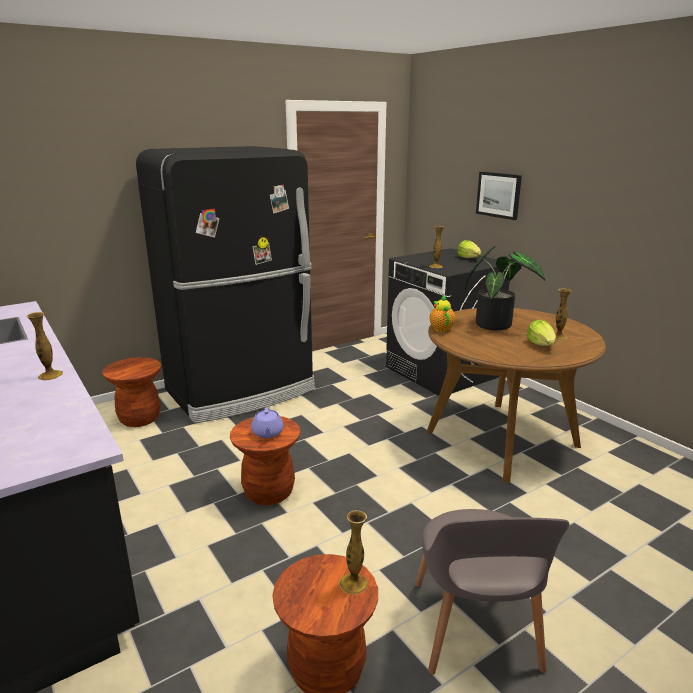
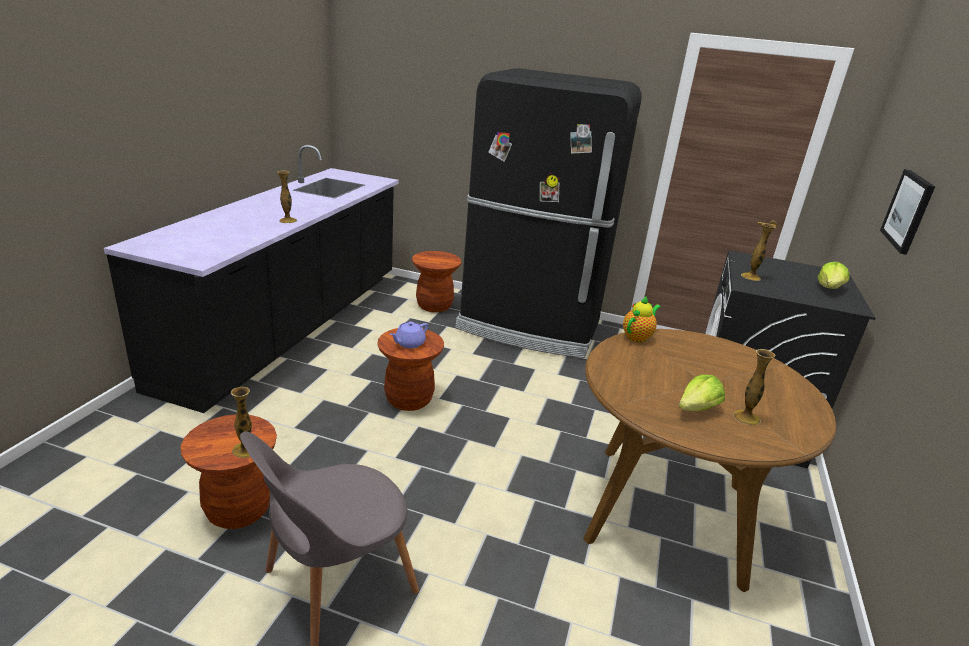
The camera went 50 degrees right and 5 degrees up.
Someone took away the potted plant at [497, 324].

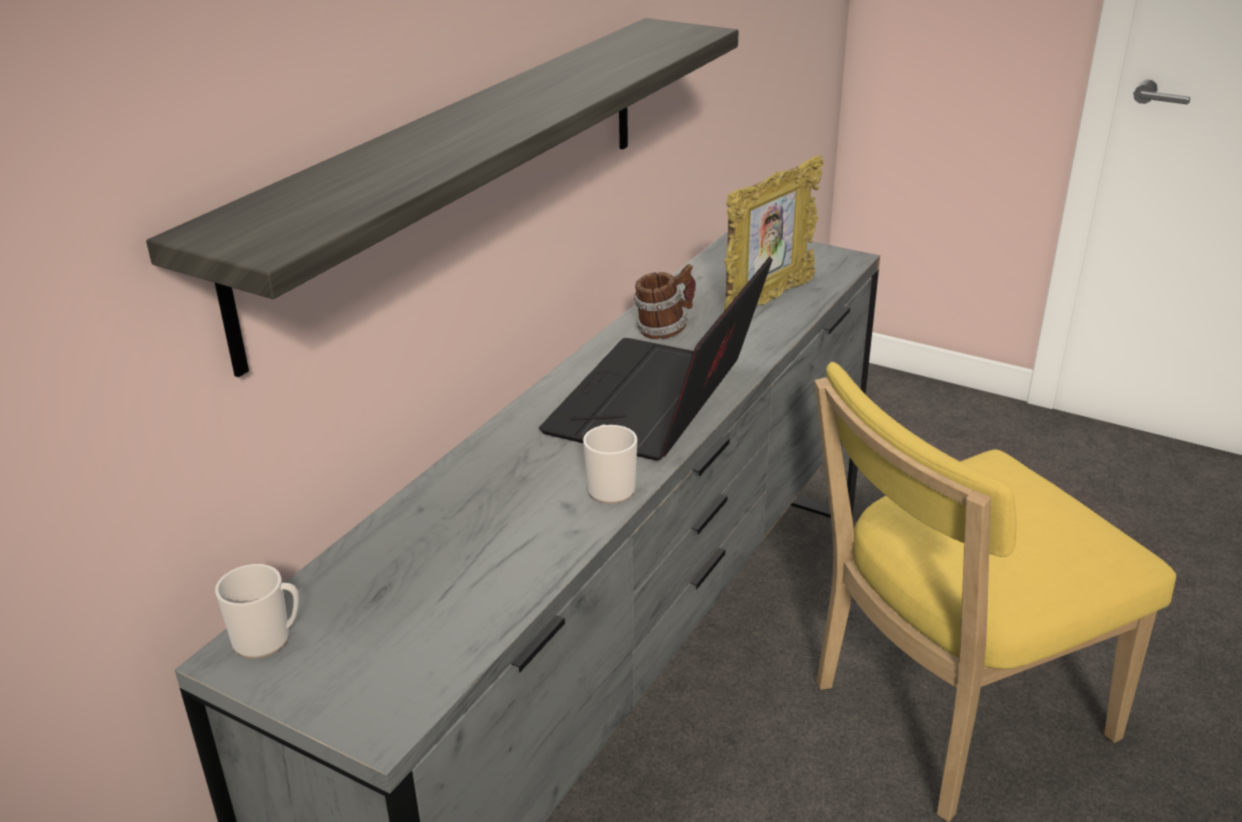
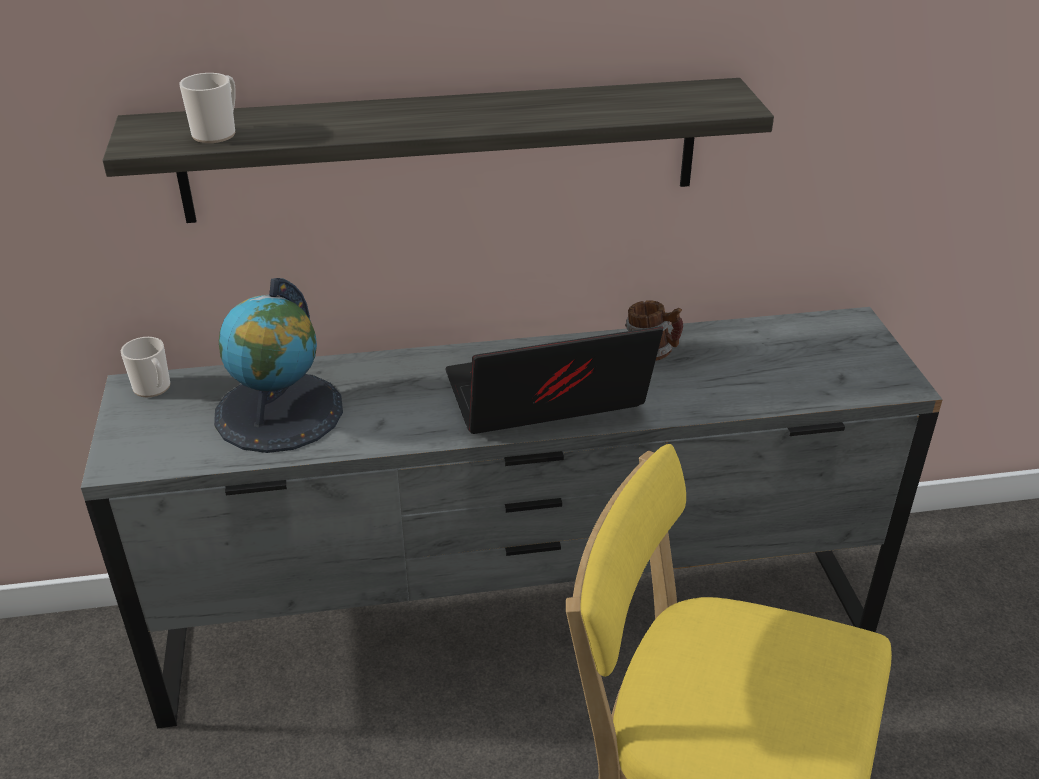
The camera went 50 degrees right and 5 degrees up.
Someone carried the mug from [610, 486] to [218, 133].
Someone put down the globe at [279, 412].
Someone took away the picture frame at [767, 301].

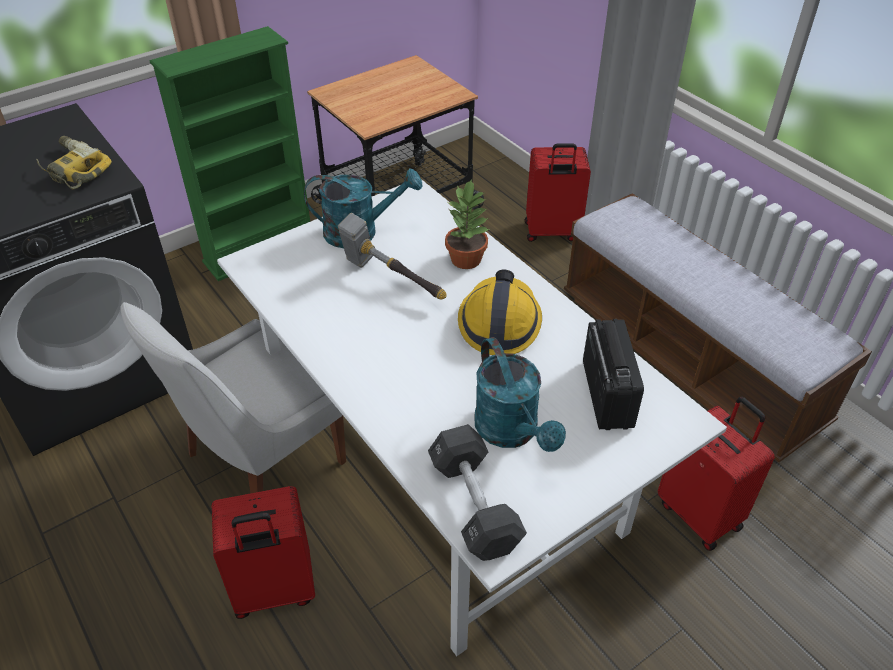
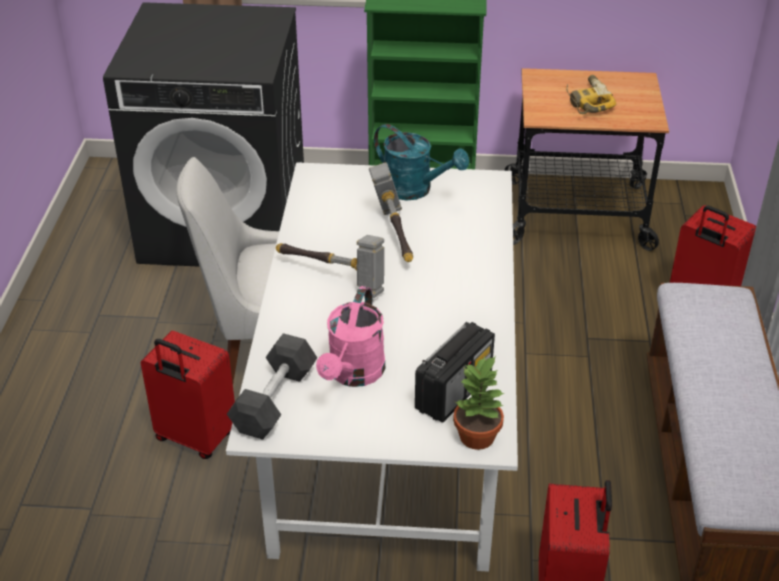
The camera went 40 degrees right and 5 degrees down.
Someone put down the hammer at [333, 278].
Someone repainted the watering can/turquoise at [512, 432], which became the watering can/pink at [353, 375].
Someone carried the potted plant from [467, 259] to [478, 437].
Someone carried the power drill from [72, 170] to [586, 101].
Someone took away the hard hat at [499, 322].

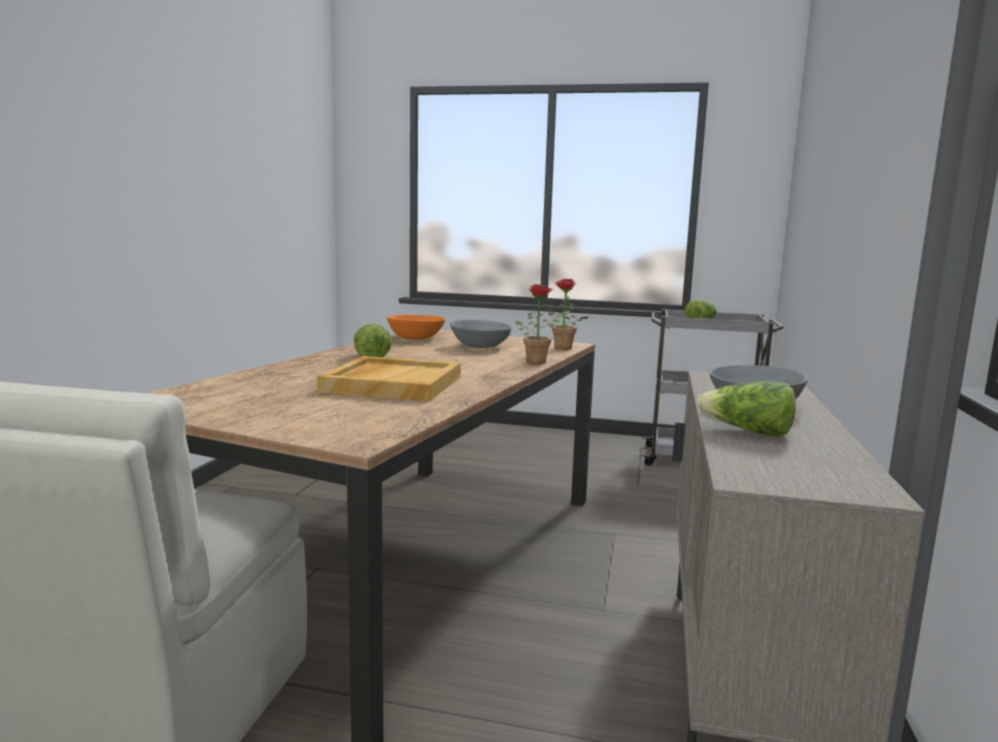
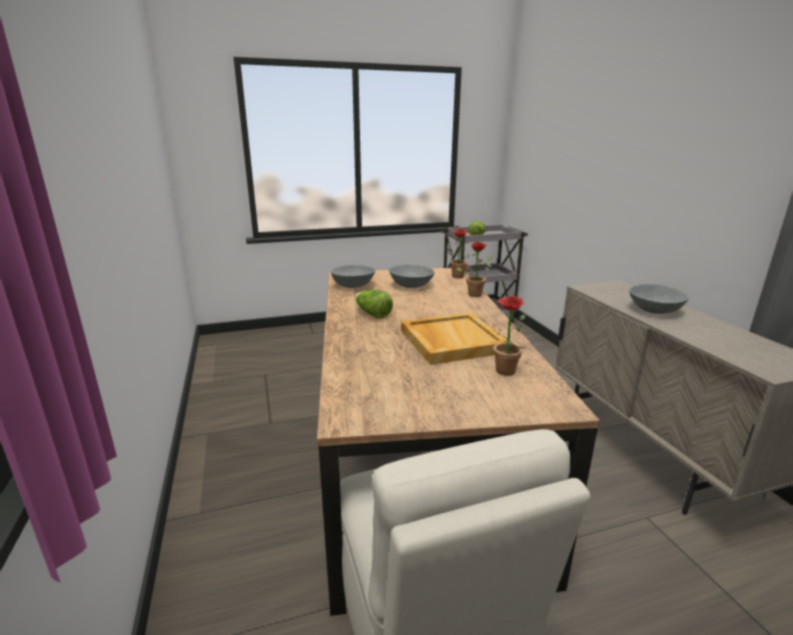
The camera went 30 degrees left and 10 degrees up.
Someone repainted the bowl/orange at [416, 338], which became the bowl/grey at [353, 285].
Someone put down the potted plant at [500, 371].
Someone took away the lettuce at [748, 432].

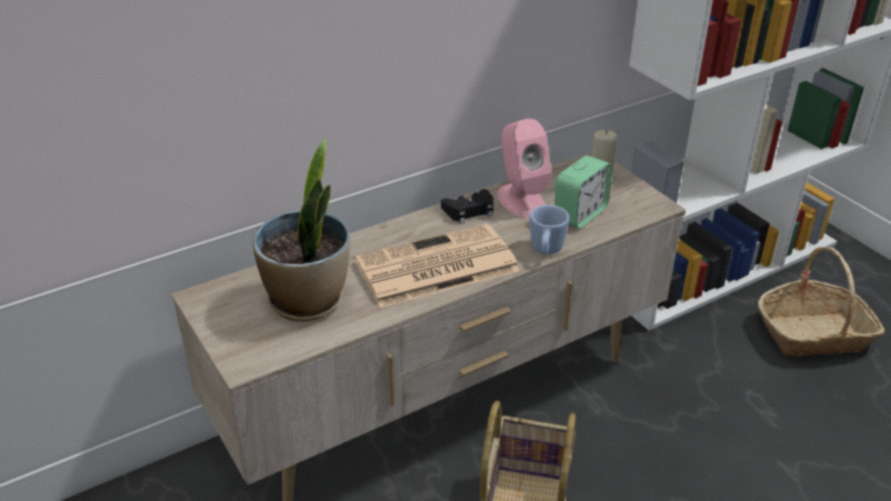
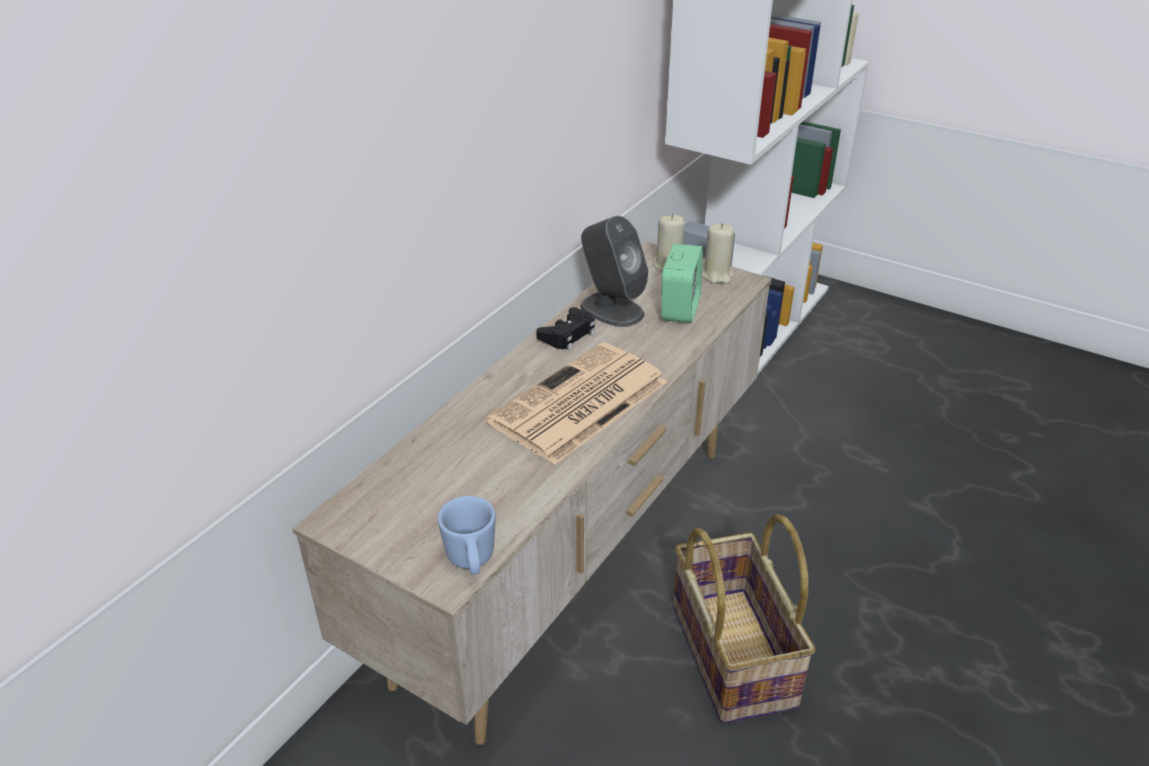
The camera went 25 degrees left and 0 degrees up.
Someone carried the mug/blue from [546, 251] to [471, 562].
Someone repainted the speaker/pink at [521, 200], which became the speaker/grey at [611, 309].
Someone put down the candle/beige at [717, 275].
Someone took away the potted plant at [308, 301].
Someone took away the basket at [814, 334].

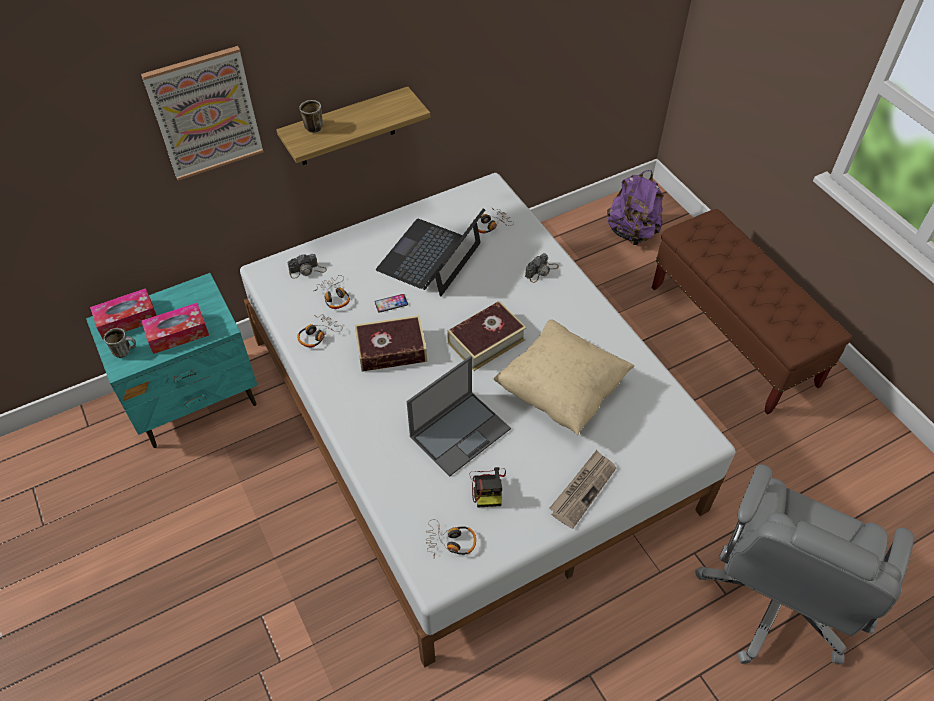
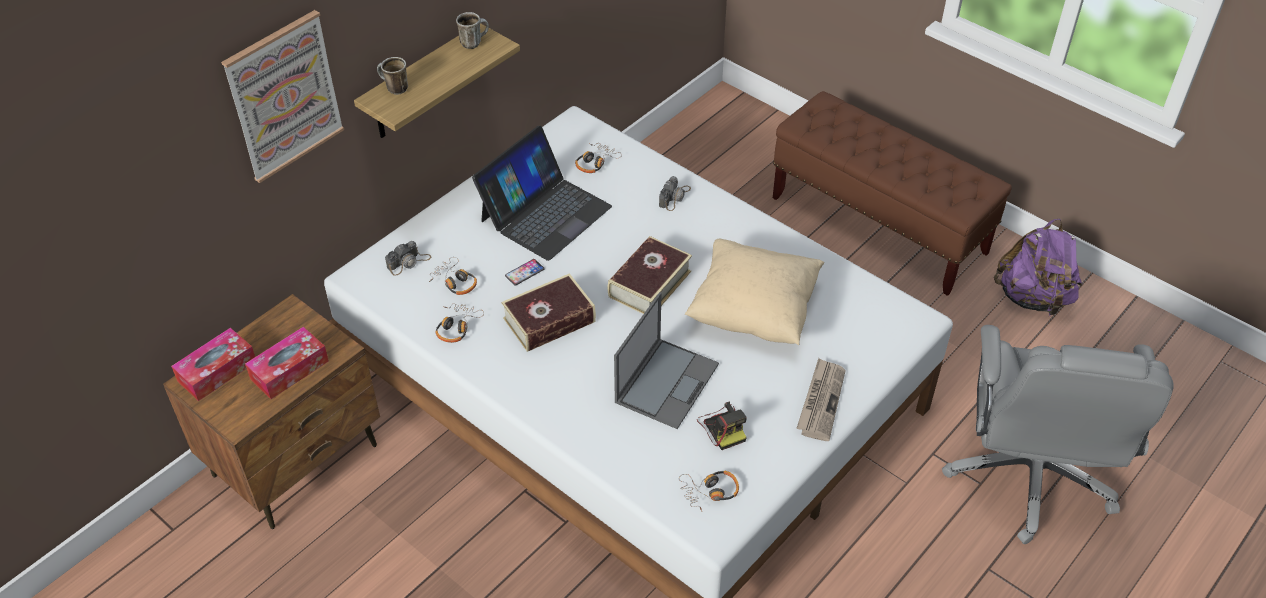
The camera went 20 degrees left and 5 degrees down.
Someone repainted the nightstand/turquoise at [195, 399], which became the nightstand/brown at [297, 460].
Someone carried the mug from [126, 351] to [474, 42].
Someone rotated the laptop at [430, 257] by 150 degrees counterclockwise.
Someone carried the backpack/purple from [632, 232] to [1033, 298].

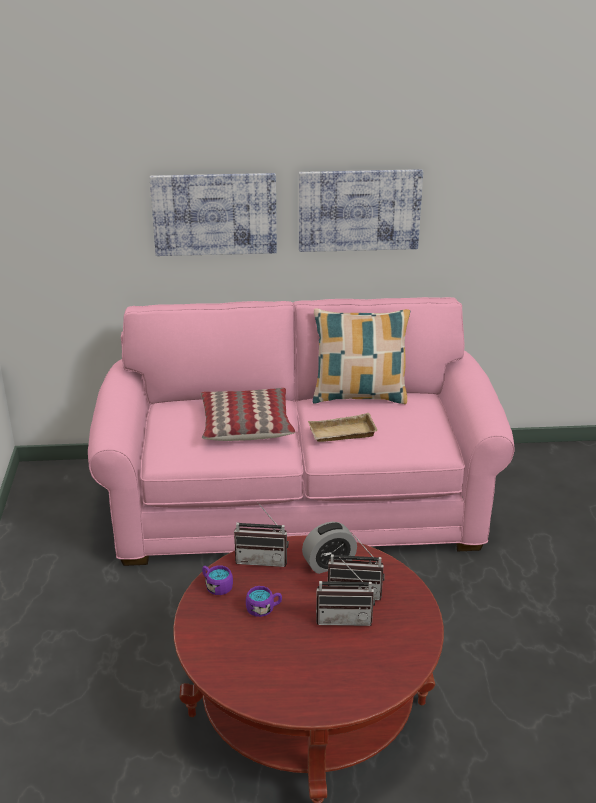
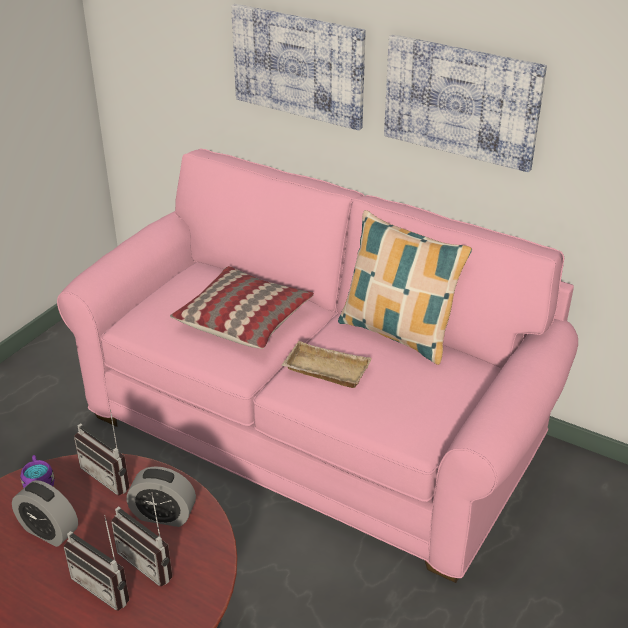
The camera went 35 degrees right and 5 degrees up.
Someone swapped the mug/purple at [264, 609] for the alarm clock at [49, 531].

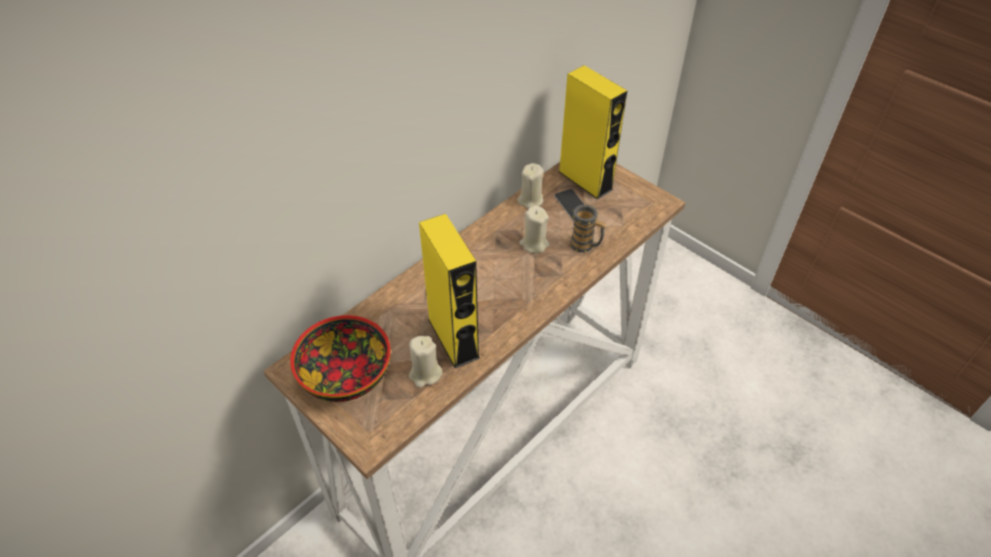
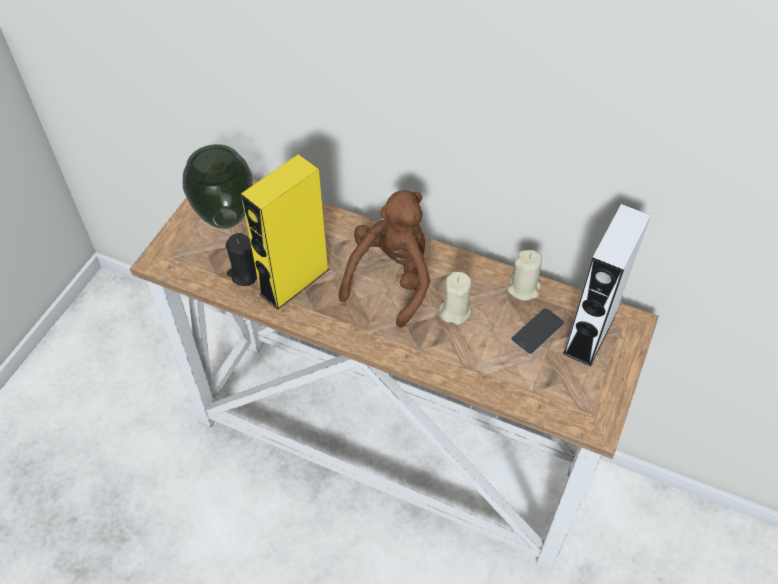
The camera went 70 degrees right and 5 degrees up.
Someone swapped the bowl at [347, 374] for the vase at [225, 219].
Someone repainted the candle/beige at [425, 374], which became the candle/black at [244, 274].
Someone put down the plush toy/brown at [391, 279].
Someone repainted the speaker/yellow at [585, 180], which became the speaker/white at [590, 333].
Someone took away the mug at [585, 246].

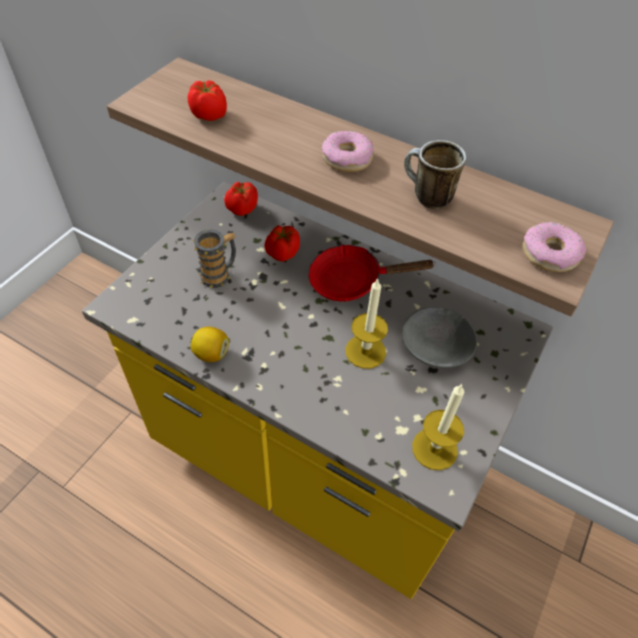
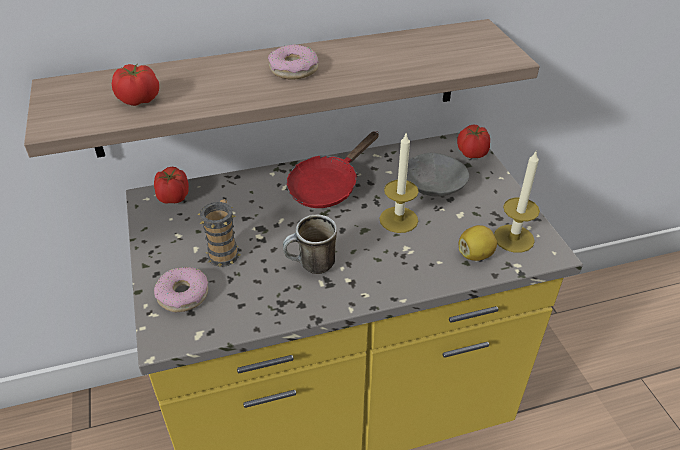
The camera went 45 degrees left and 10 degrees down.
Someone carried the donut from [550, 254] to [183, 295].
Someone carried the mug from [425, 197] to [311, 266].
Someone carried the tomato from [282, 253] to [471, 153].
Someone carried the lemon from [211, 353] to [475, 254].

